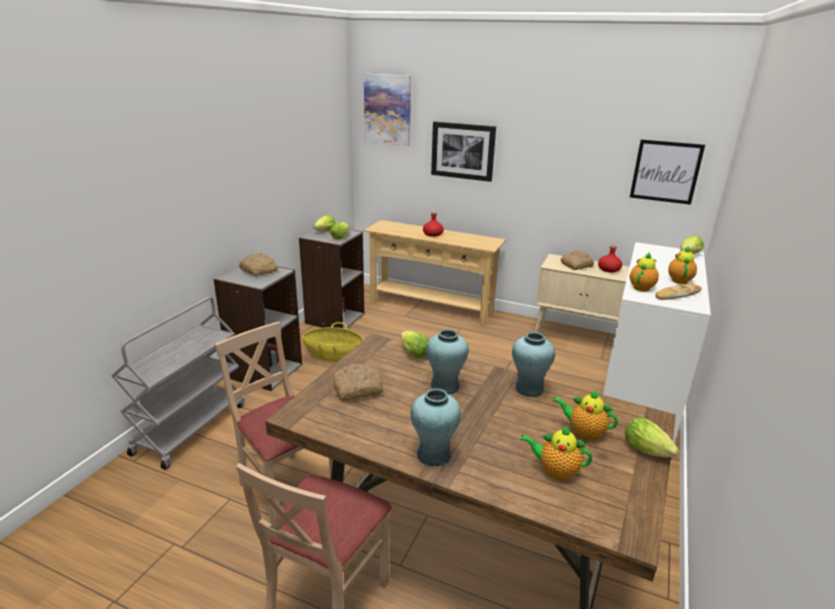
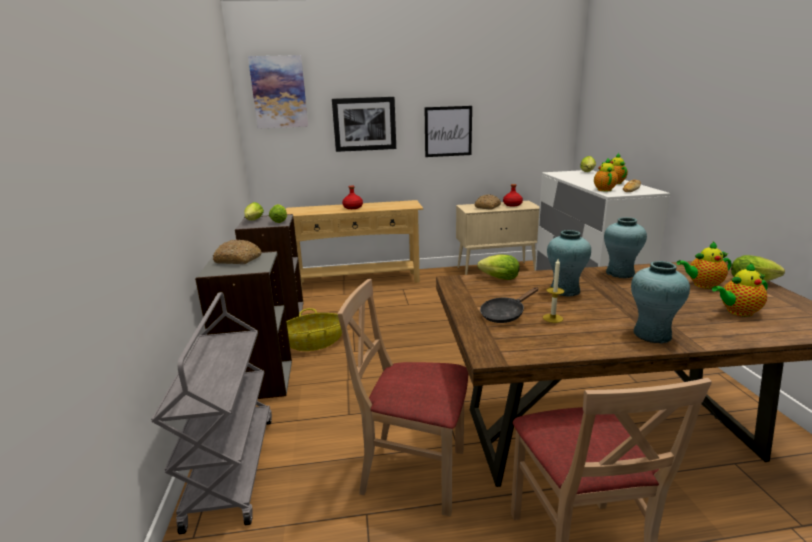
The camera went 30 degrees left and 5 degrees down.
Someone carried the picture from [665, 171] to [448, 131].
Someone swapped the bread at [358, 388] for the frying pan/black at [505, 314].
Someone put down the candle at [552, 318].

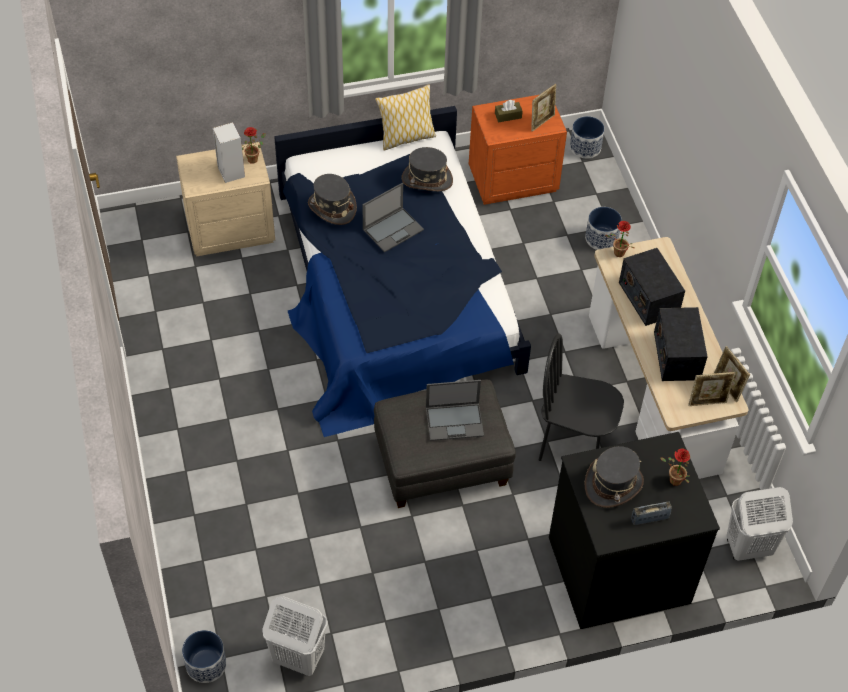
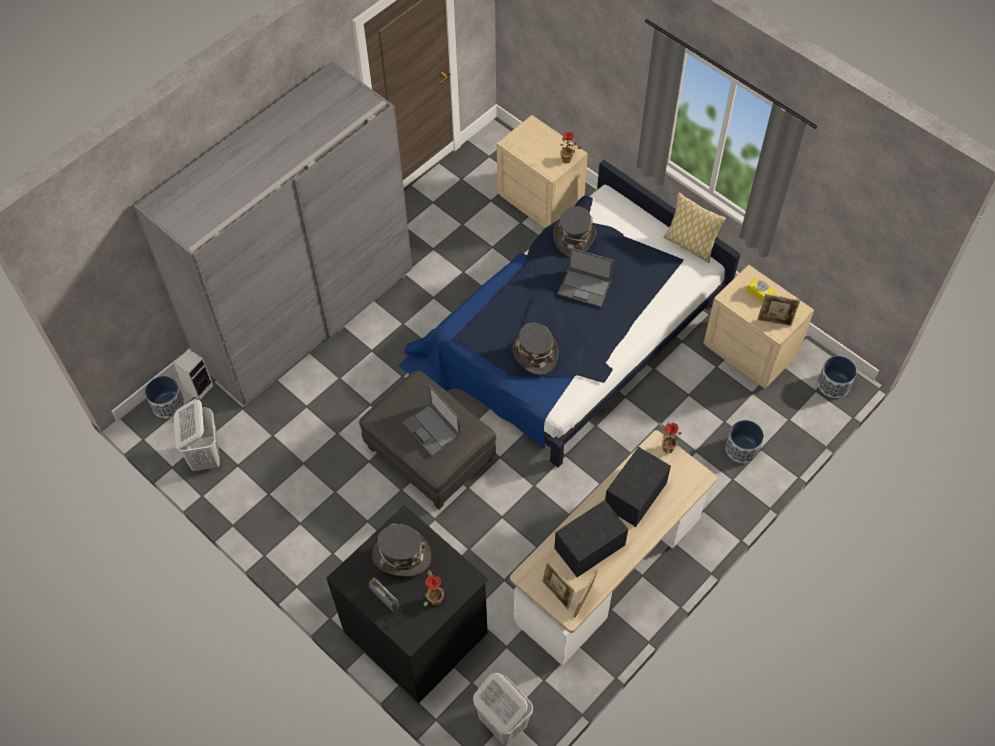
The camera went 60 degrees right and 5 degrees up.
Someone put down the wardrobe/grey at [306, 315].
Someone carried the speaker from [230, 171] to [199, 387].
Someone carried the hat/grey from [427, 180] to [534, 354].
Someone repainted the nightstand/orange at [512, 179], which became the nightstand/beige at [750, 351].
Someone repainted the tissue box/brown at [508, 116], which became the tissue box/yellow at [759, 294].
Someone took away the chair/black at [572, 445].

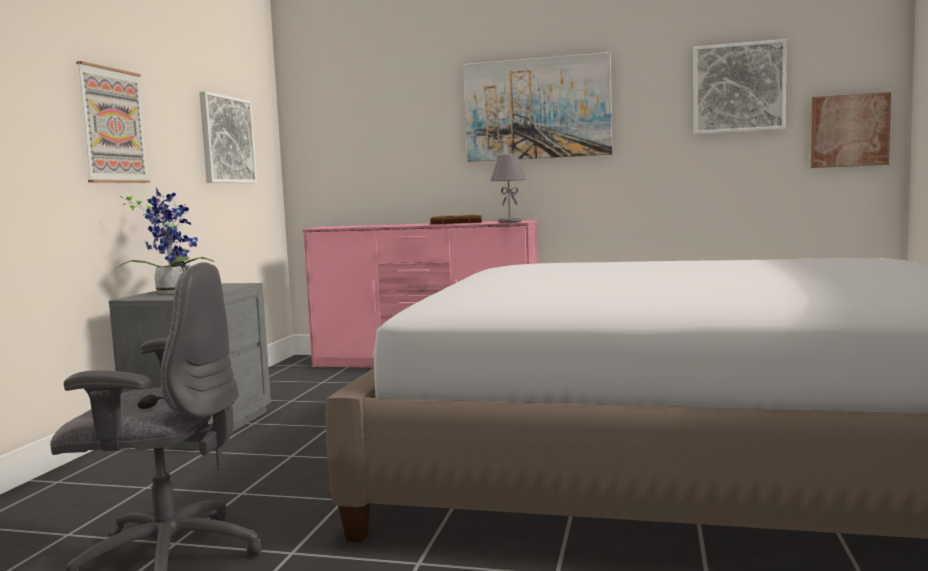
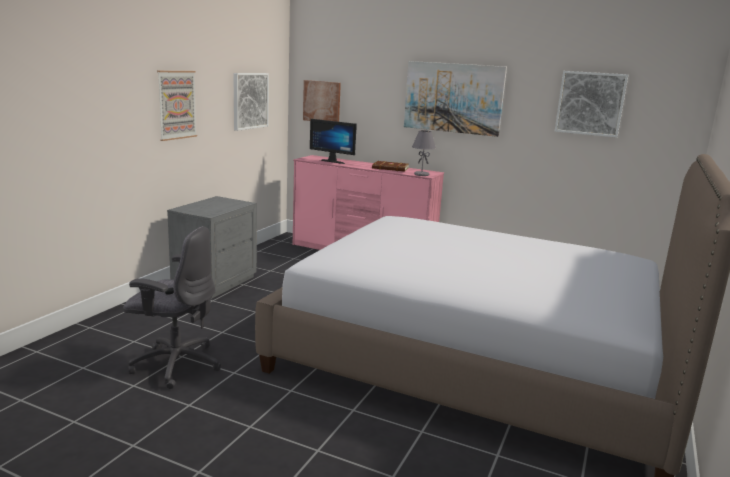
The camera went 10 degrees right and 10 degrees up.
Someone carried the picture from [849, 131] to [322, 101].
Someone put down the monitor at [334, 161].
Someone took away the potted plant at [172, 292].

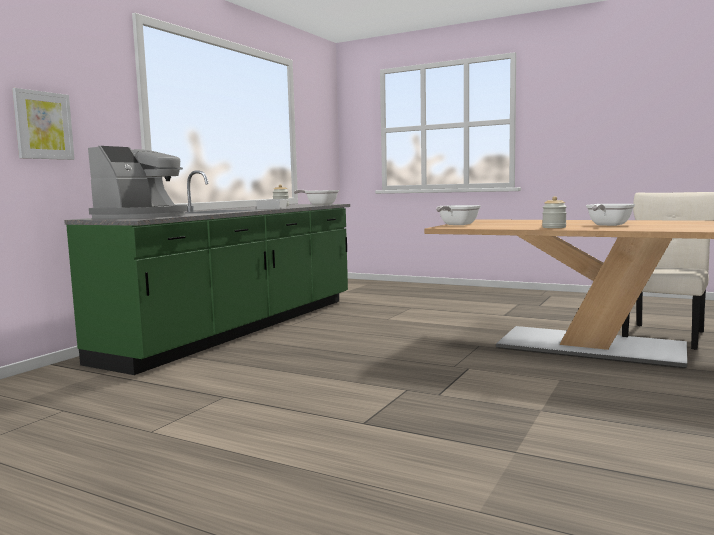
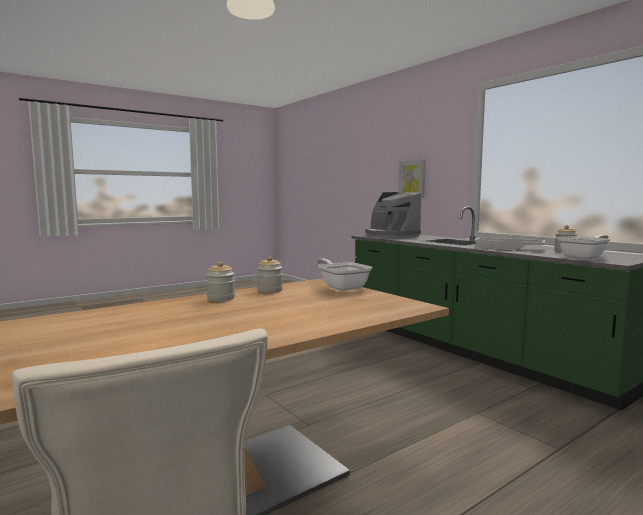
The camera went 115 degrees right and 0 degrees up.
Someone put down the jar at [270, 290].
Someone took away the frying pan at [607, 225].

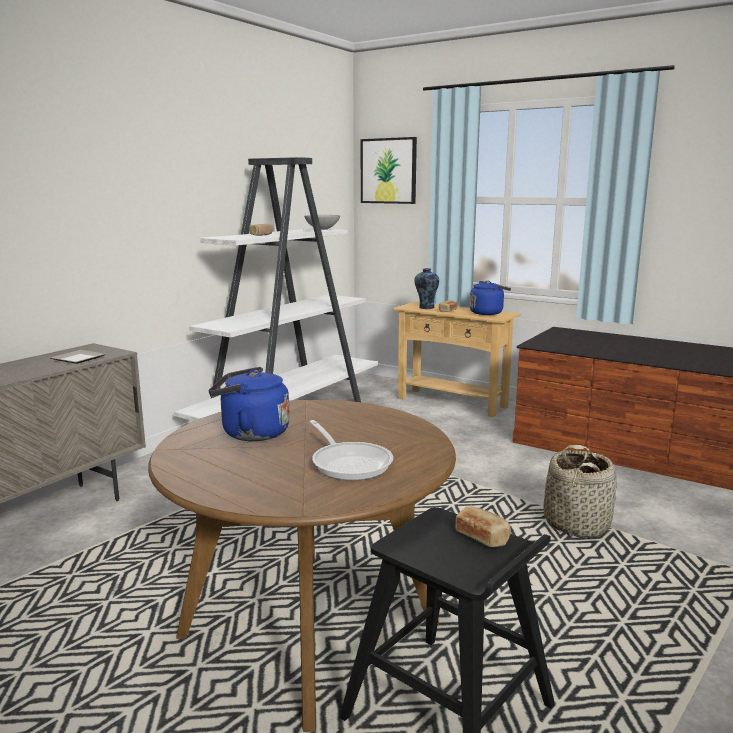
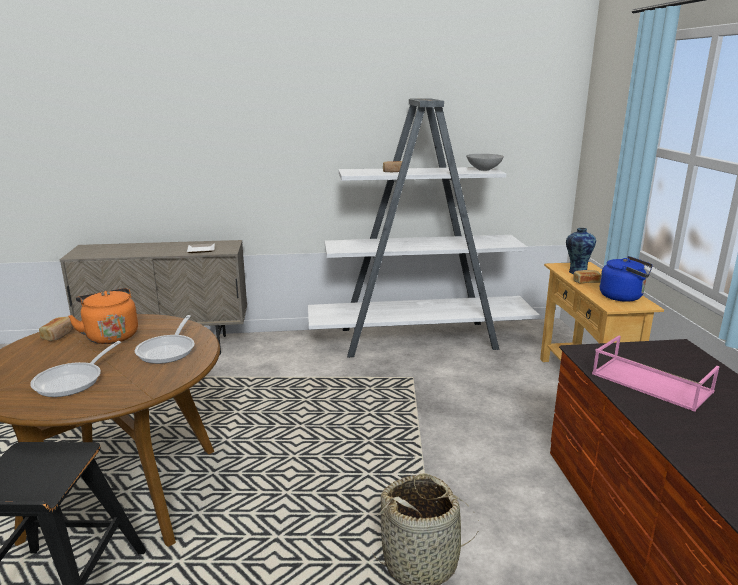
The camera went 50 degrees right and 5 degrees up.
Someone carried the bread from [482, 537] to [59, 335].
Someone repainted the kettle/blue at [251, 433], which became the kettle/orange at [111, 336].
Someone put down the frying pan at [169, 350].
Someone put down the tray/pink at [649, 383].
Someone took away the picture at [388, 171].

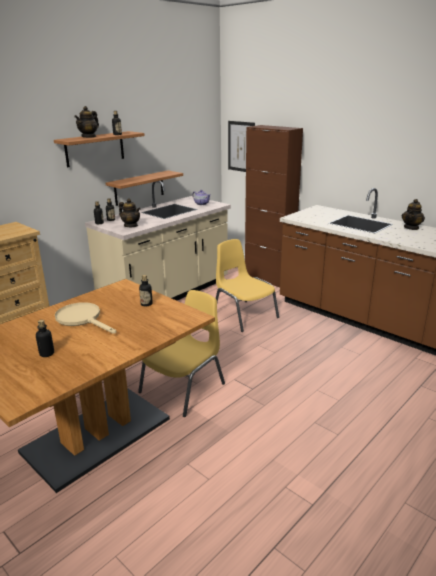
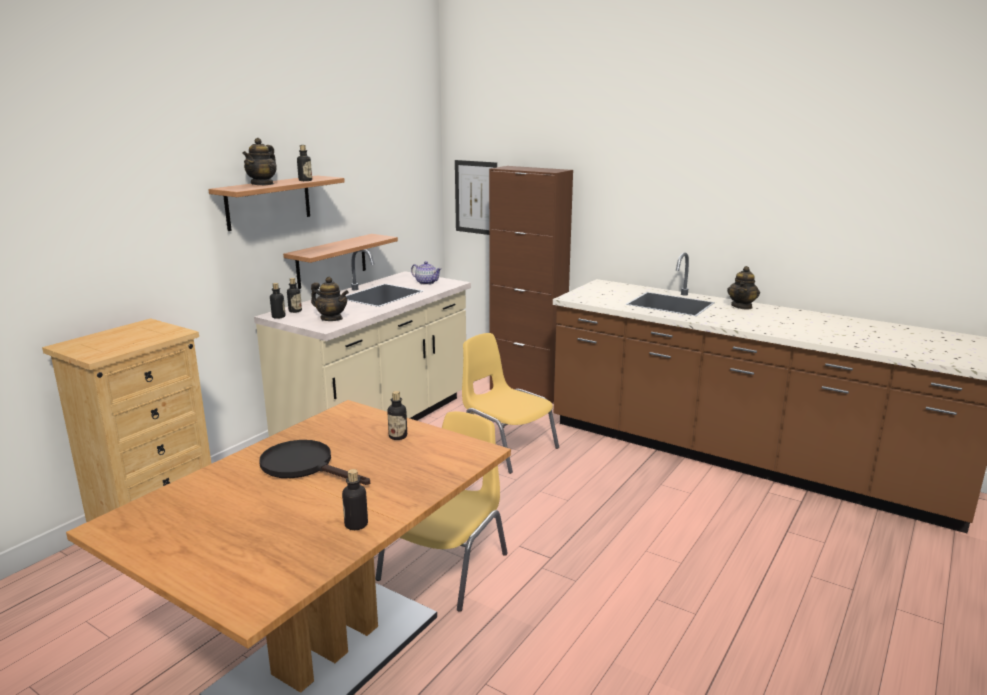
The camera went 10 degrees left and 5 degrees down.
Someone repainted the frying pan/beige at [82, 319], which became the frying pan/black at [305, 466].
Someone carried the bottle from [47, 353] to [356, 524].

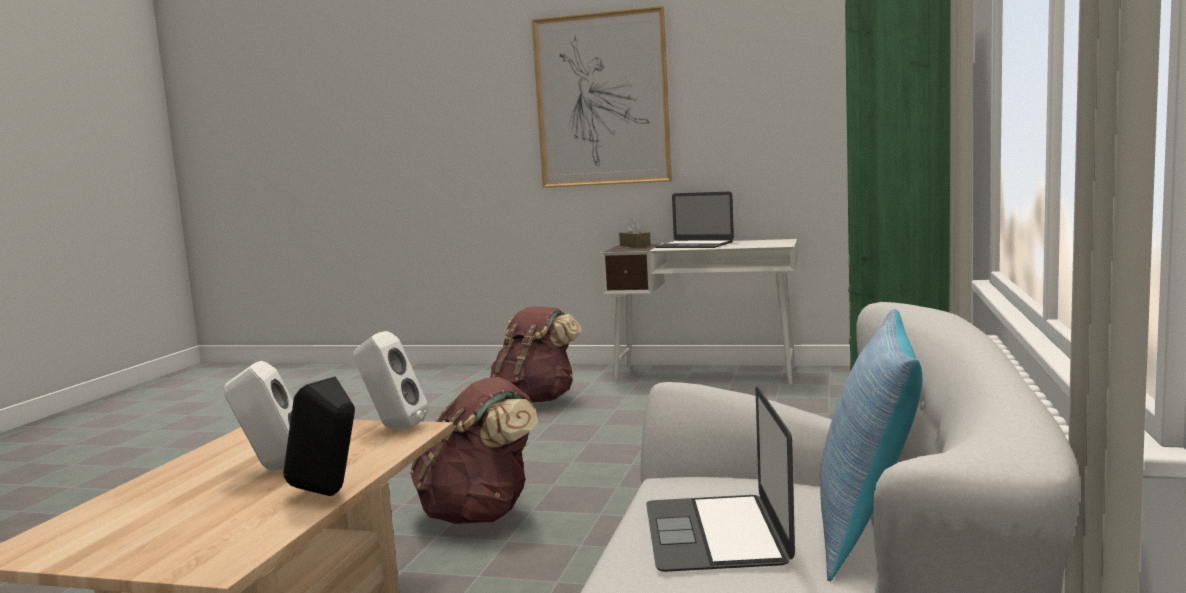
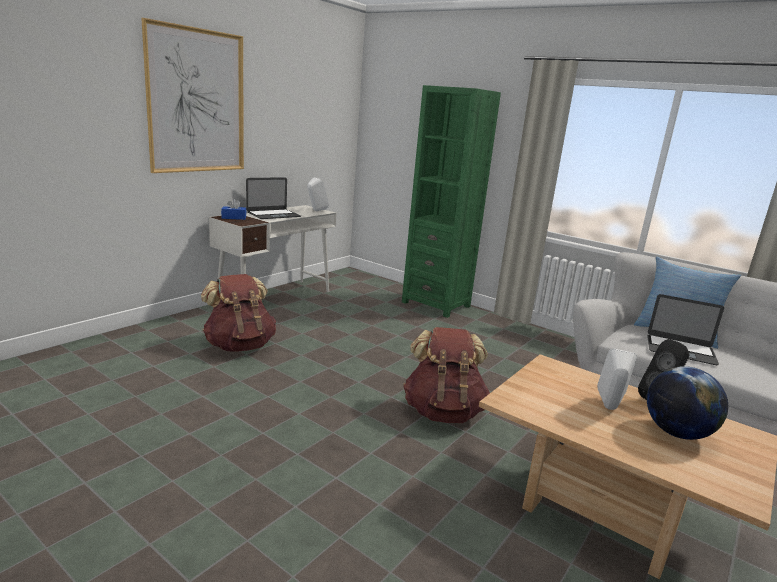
The camera went 70 degrees left and 10 degrees up.
Someone repainted the tissue box/brown at [635, 245], which became the tissue box/blue at [234, 217].
Someone carried the speaker/white from [392, 427] to [316, 211].
Someone put down the globe at [676, 433].

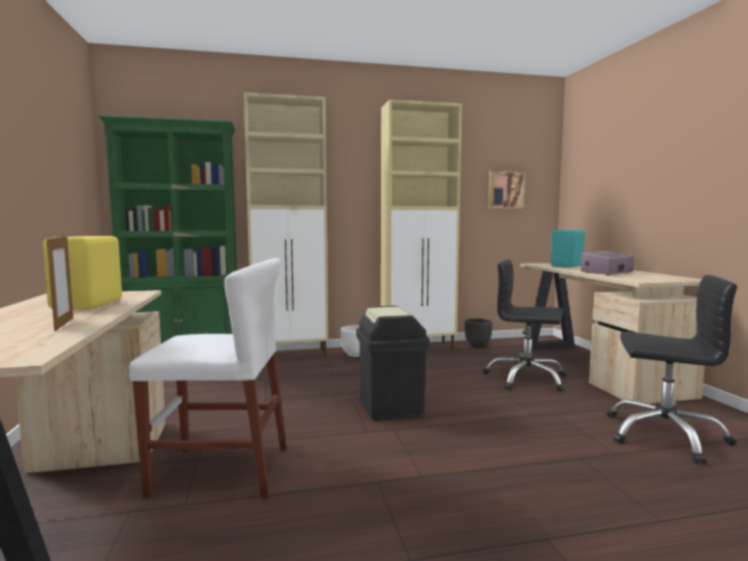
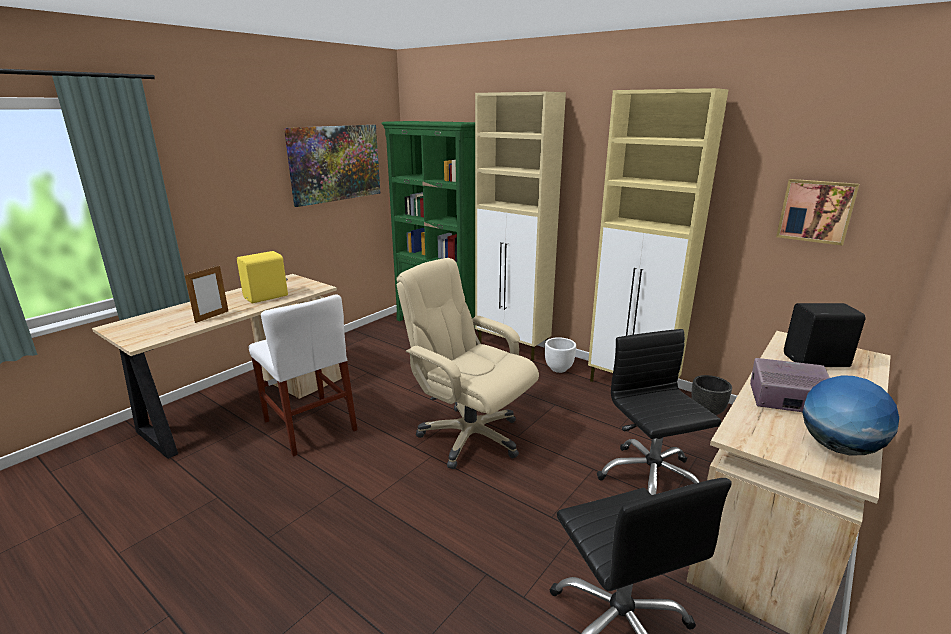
The camera went 50 degrees right and 15 degrees up.
Someone put up the picture at [335, 163].
Someone swapped the trash can/black at [390, 407] for the office chair/beige at [469, 436].
Someone repainted the speaker/turquoise at [568, 266], which became the speaker/black at [817, 361].
Someone put down the globe at [838, 447].

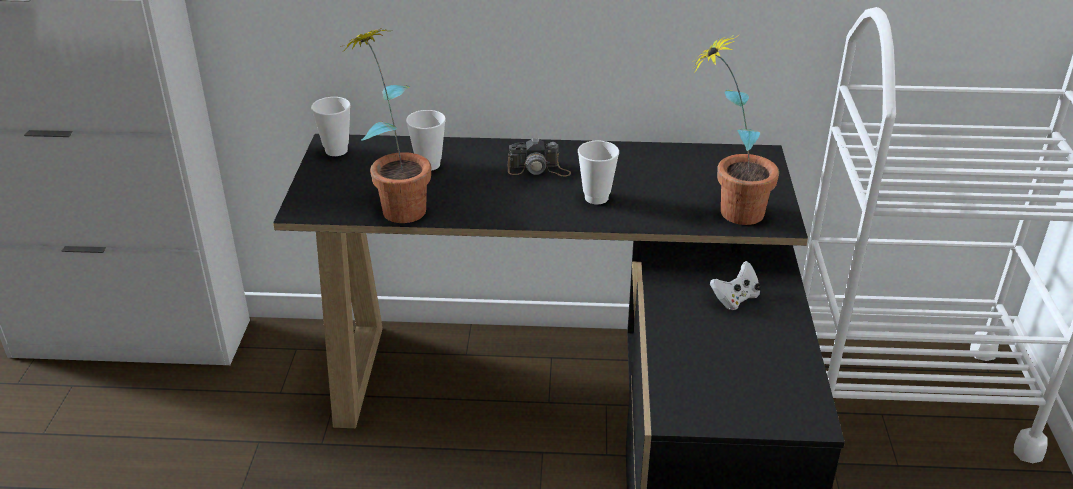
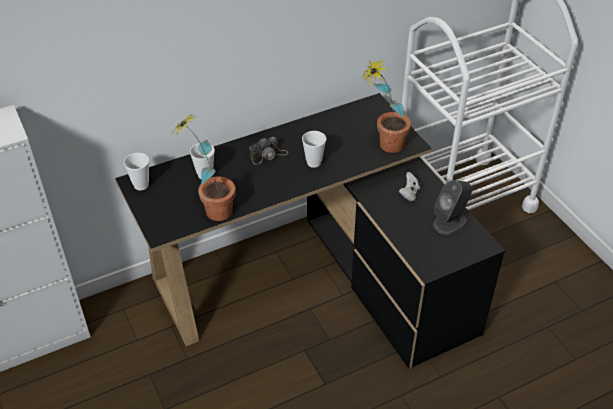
The camera went 30 degrees left and 10 degrees up.
Someone put down the speaker/grey at [450, 222].

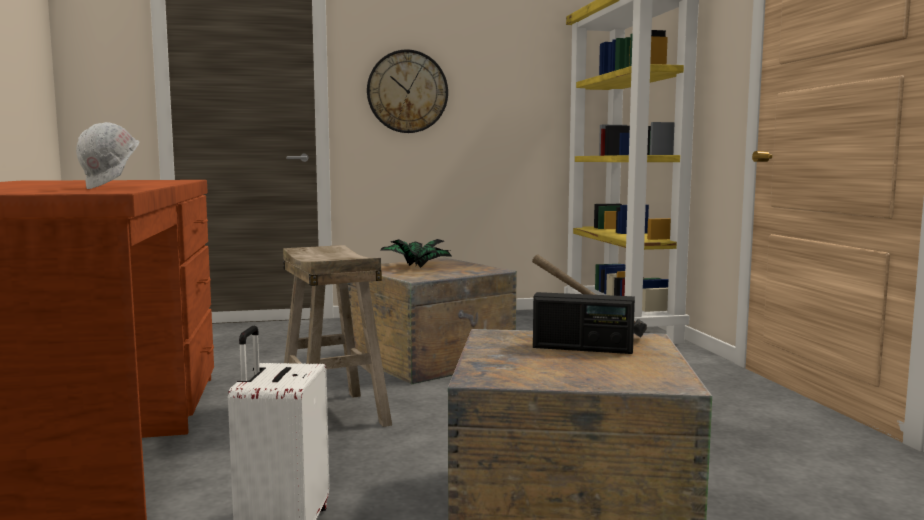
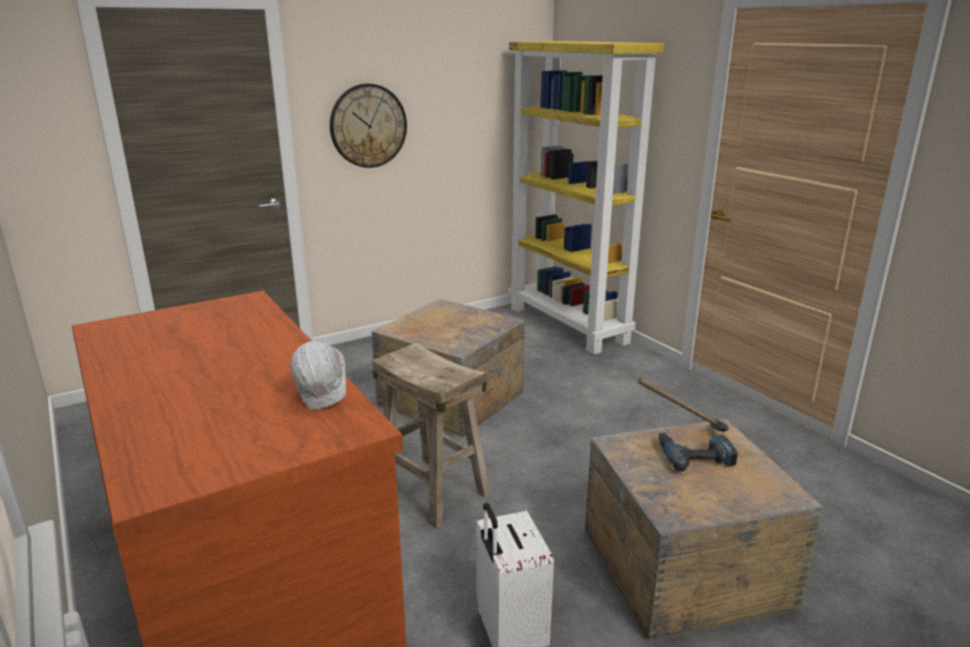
The camera went 20 degrees left and 15 degrees up.
Someone swapped the radio at [582, 348] for the power drill at [694, 455].
Someone took away the potted plant at [415, 267].

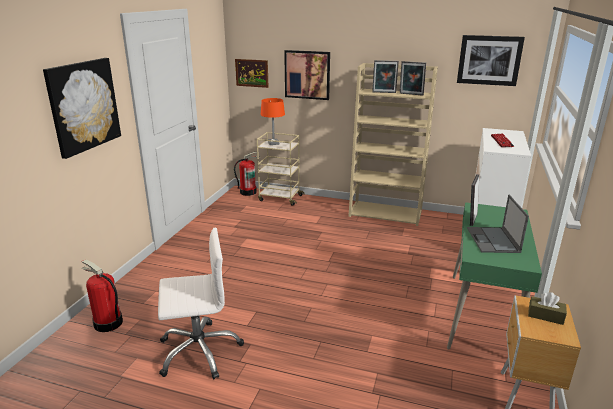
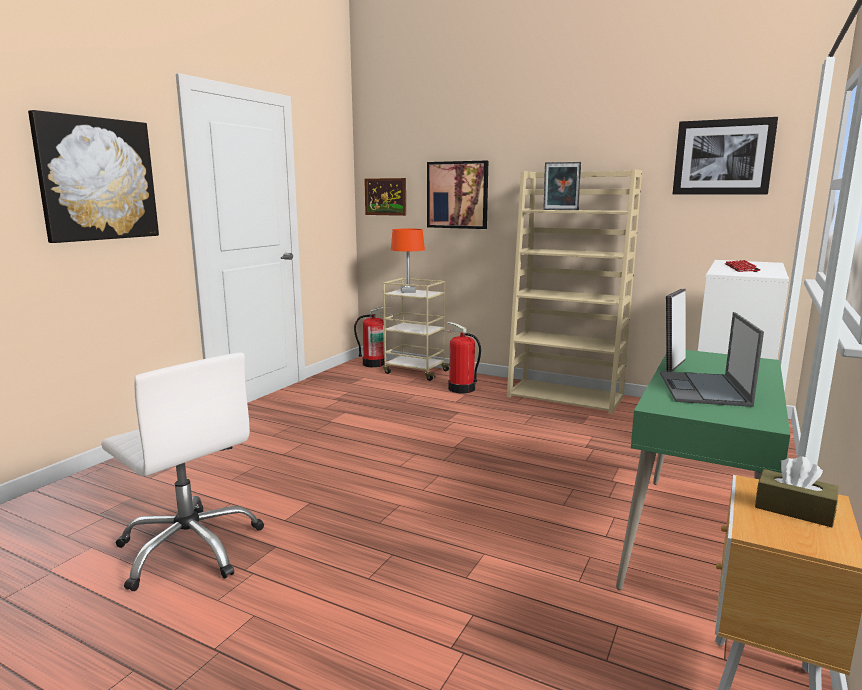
The camera went 10 degrees right and 10 degrees down.
Someone rotated the office chair/white at [199, 351] by 45 degrees clockwise.
Someone carried the fire extinguisher from [107, 323] to [461, 389].
Someone took away the picture frame at [411, 94].

